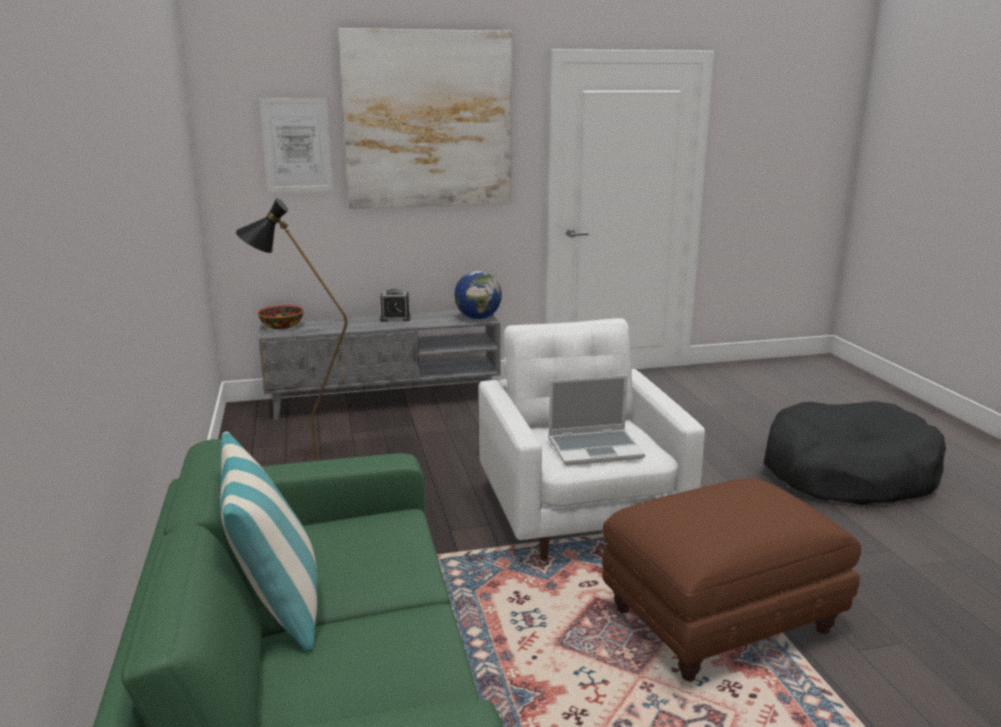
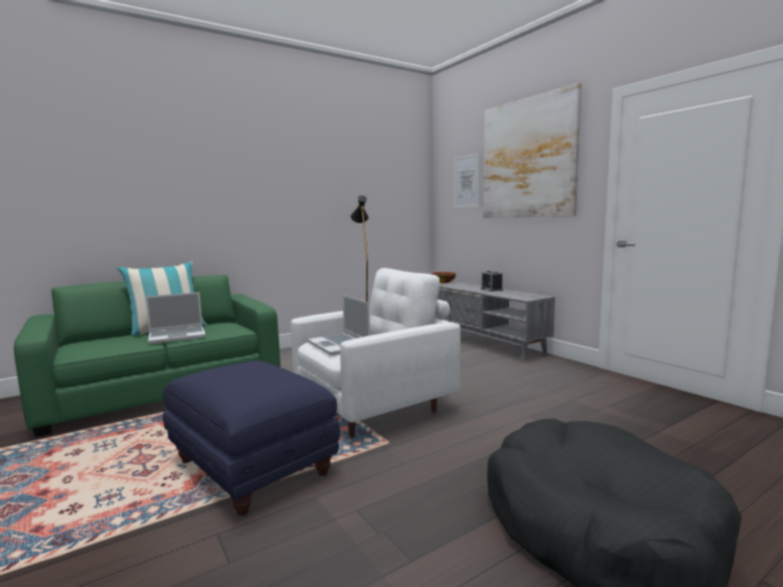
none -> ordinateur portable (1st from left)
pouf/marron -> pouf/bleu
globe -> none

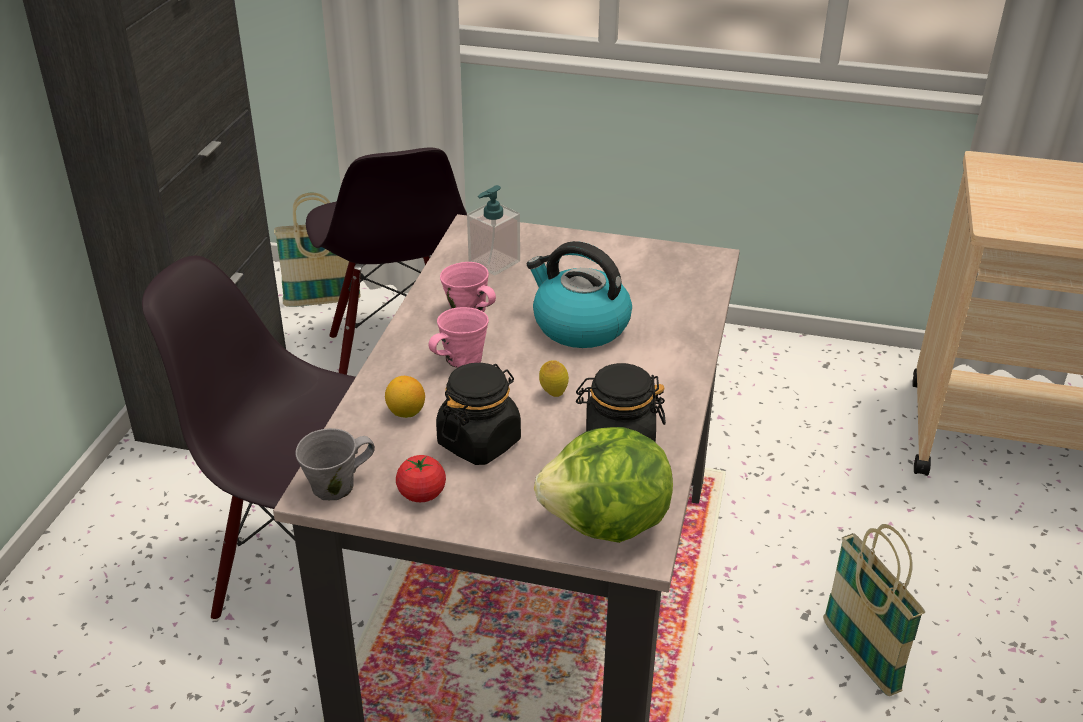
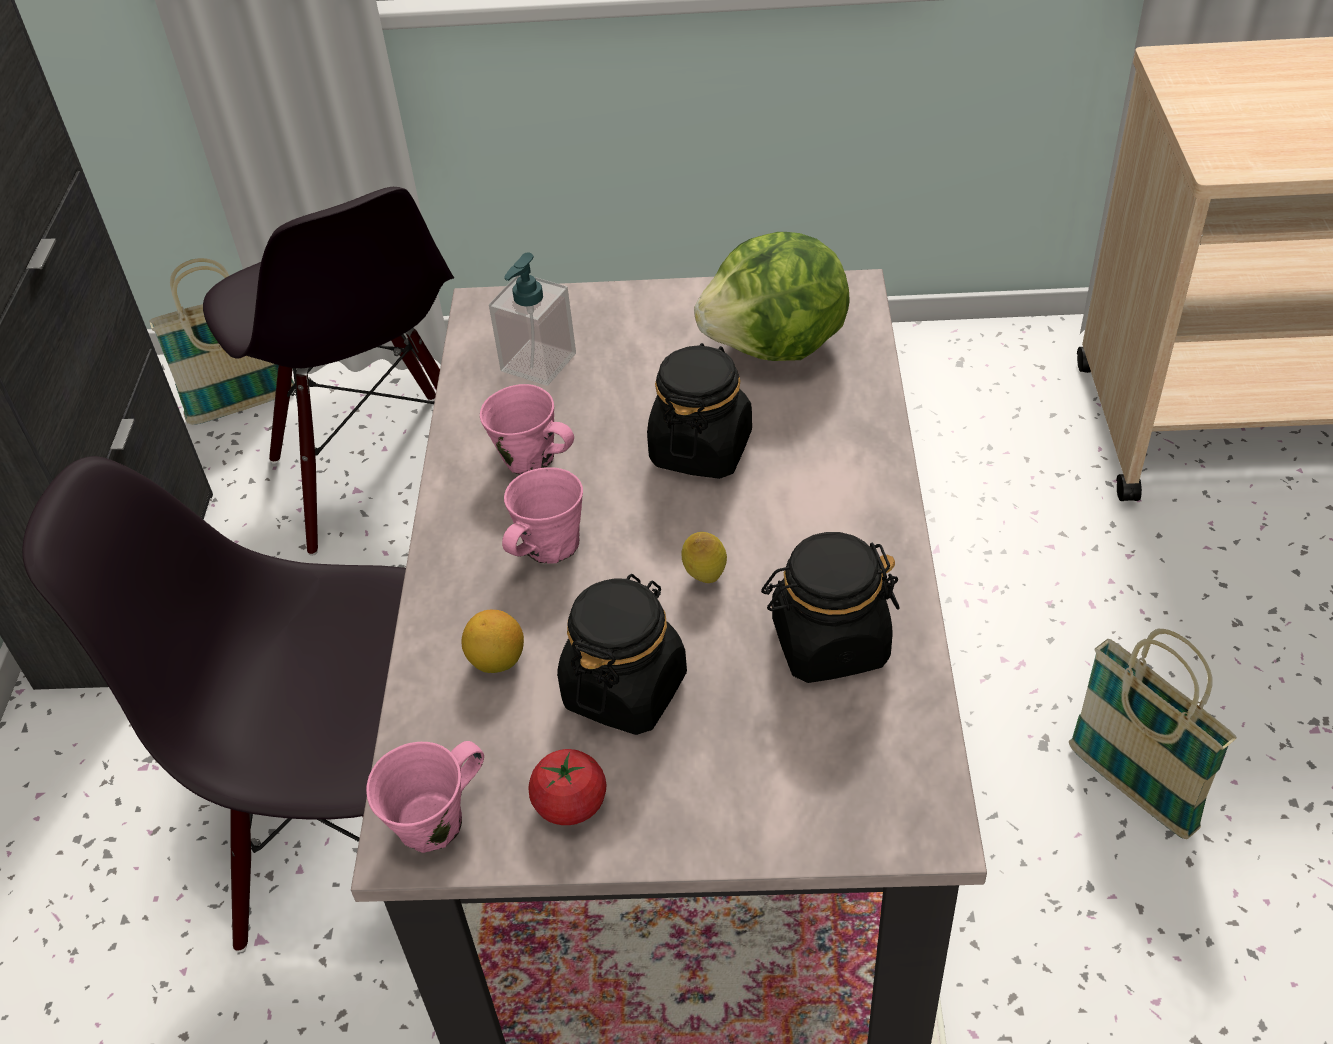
mug/gris -> mug/rose (1st from left)
bouilloire -> bocal/noir (2nd from left)
laitue, moved

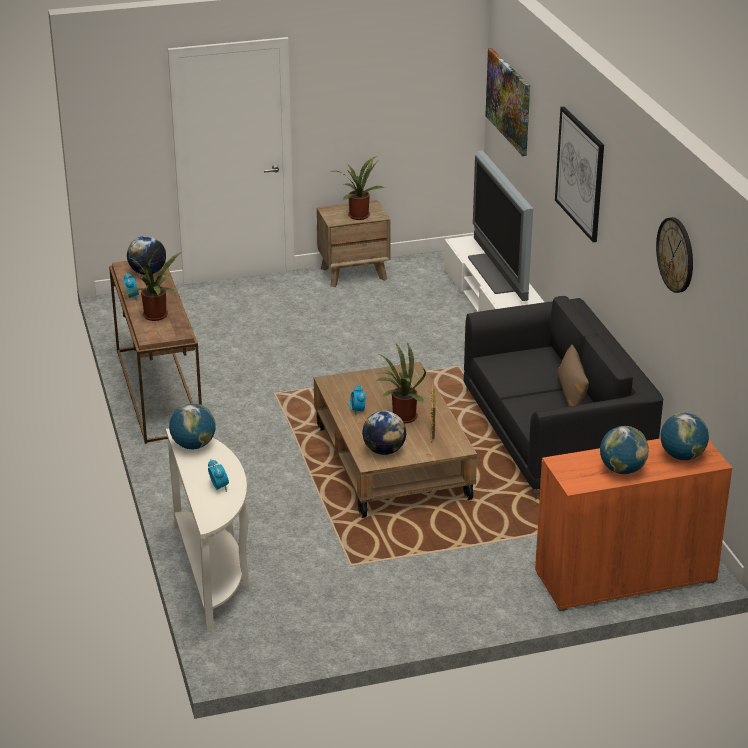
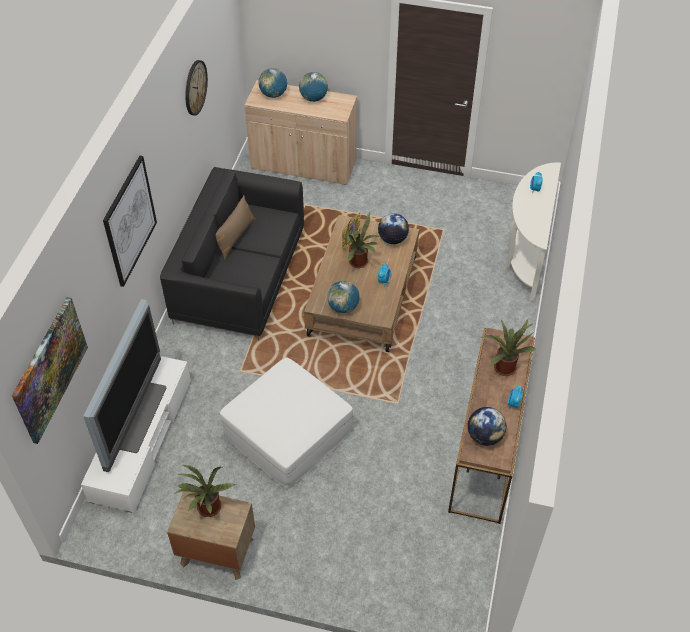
none -> pouf/blanc
meuble de rangement/orange -> meuble de rangement/beige
globe (2nd from left in the first image) -> globe (3rd from left), moved

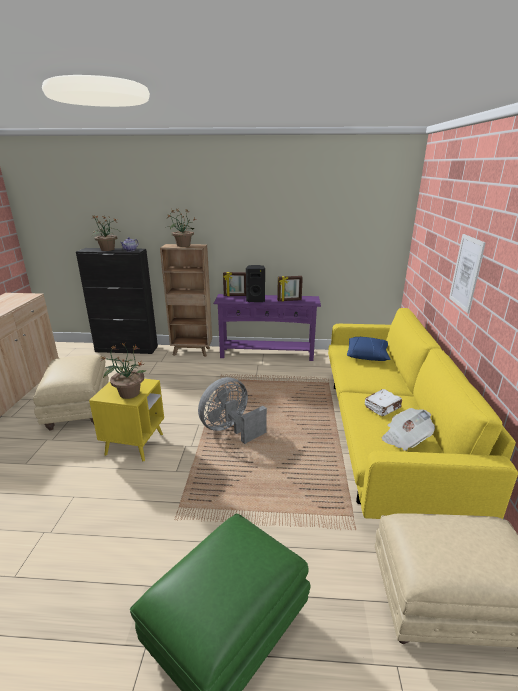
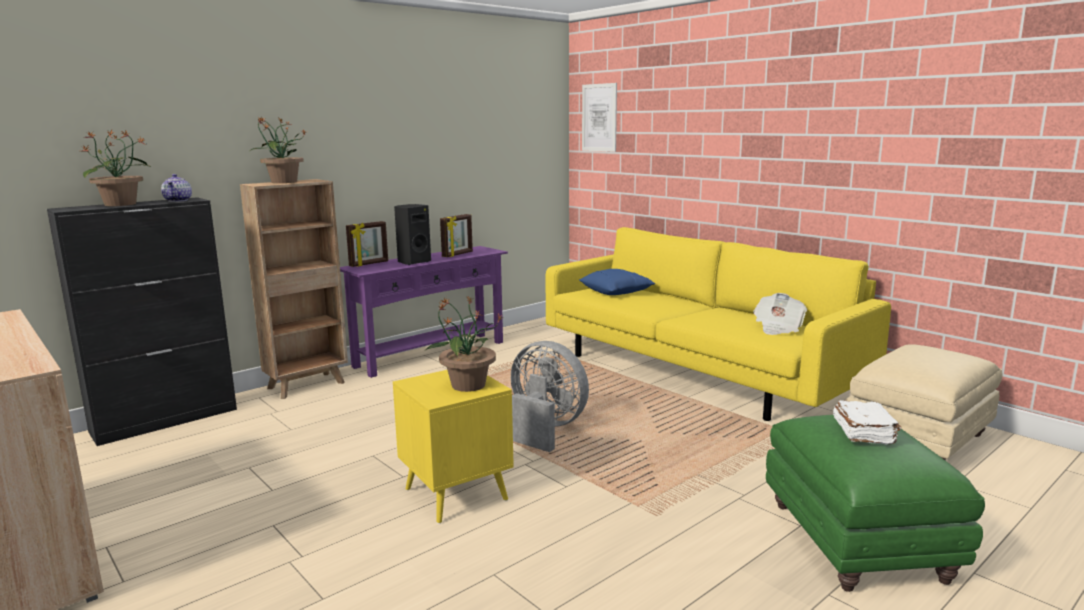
ventilateur/gris, 120 degrees clockwise
tableau, moved
livre/blanc, moved
pouf/beige (1st from left) -> none

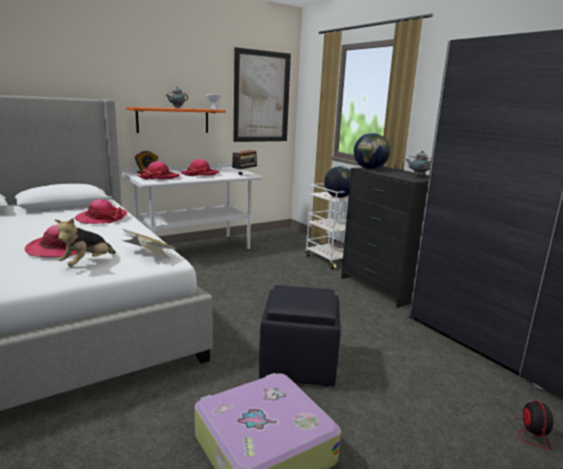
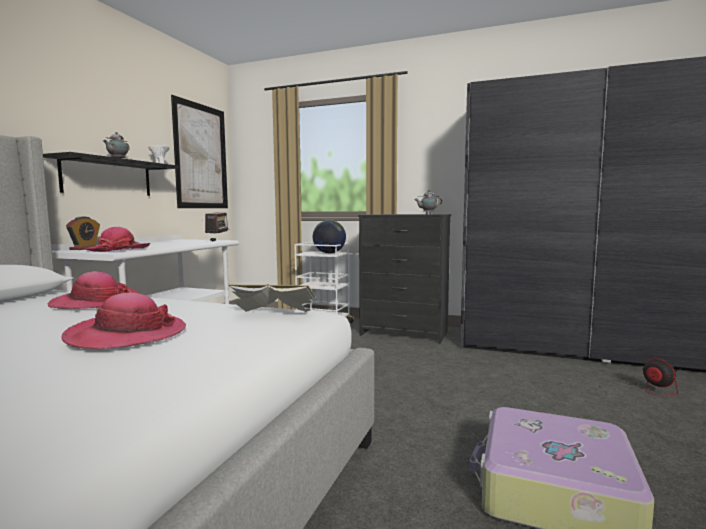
étagère/orange -> étagère/noir
peluche -> none
chapeau (4th from left) -> none
pouf/noir -> none
globe (2nd from left) -> none

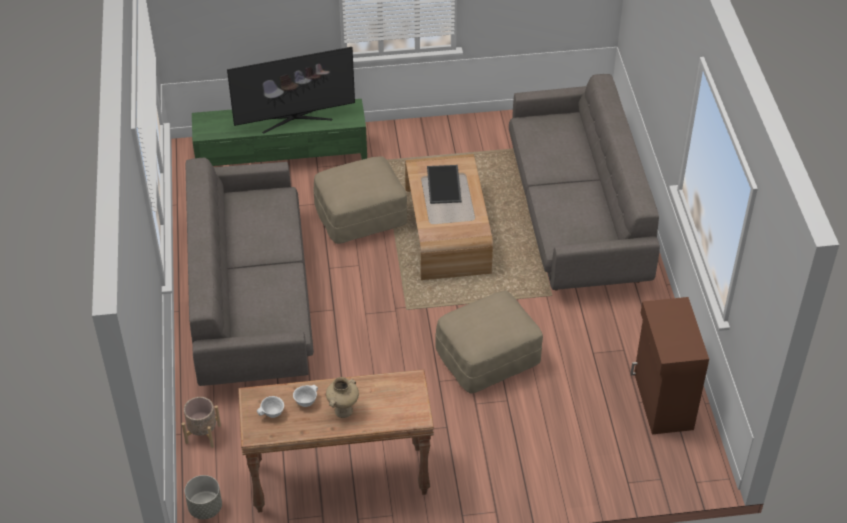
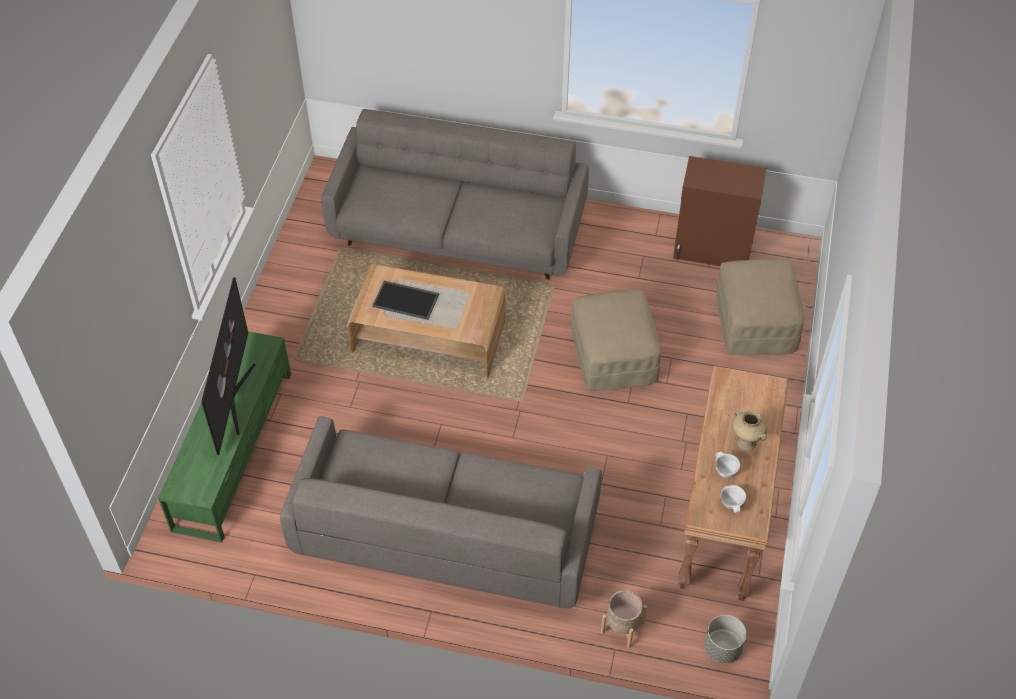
pouf/beige (1st from left in the first image) -> pouf/beige (2nd from left), moved

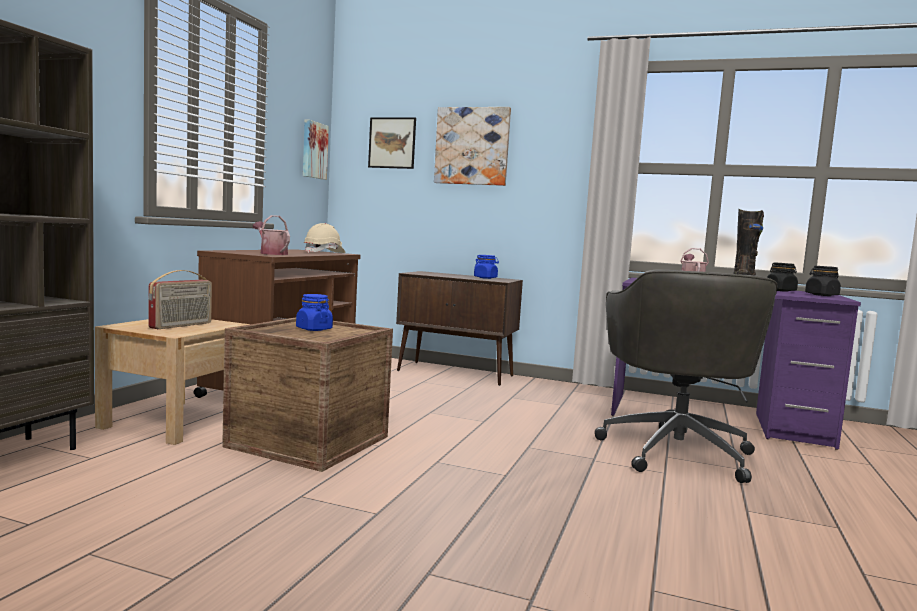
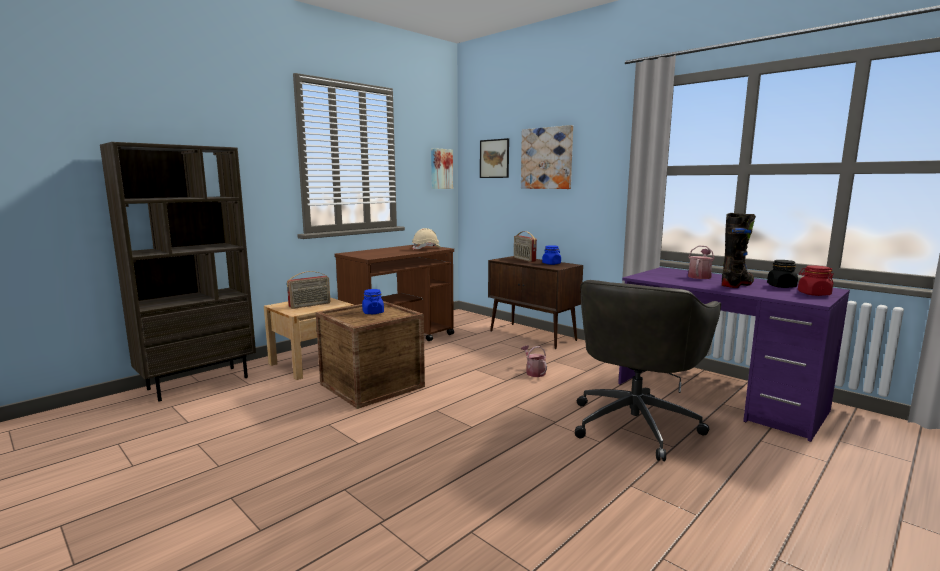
none -> radio (2nd from left)
arrosoir (1st from left), moved
bocal/noir (2nd from left) -> bocal/rouge

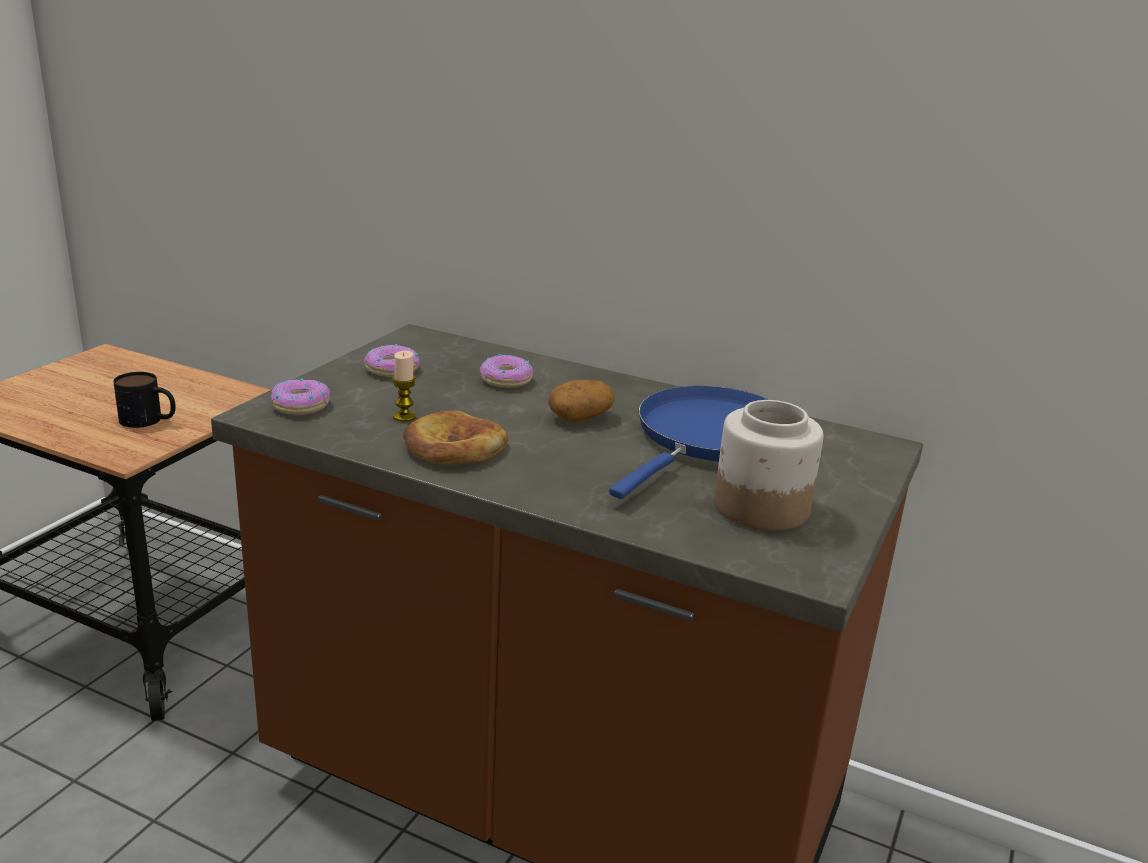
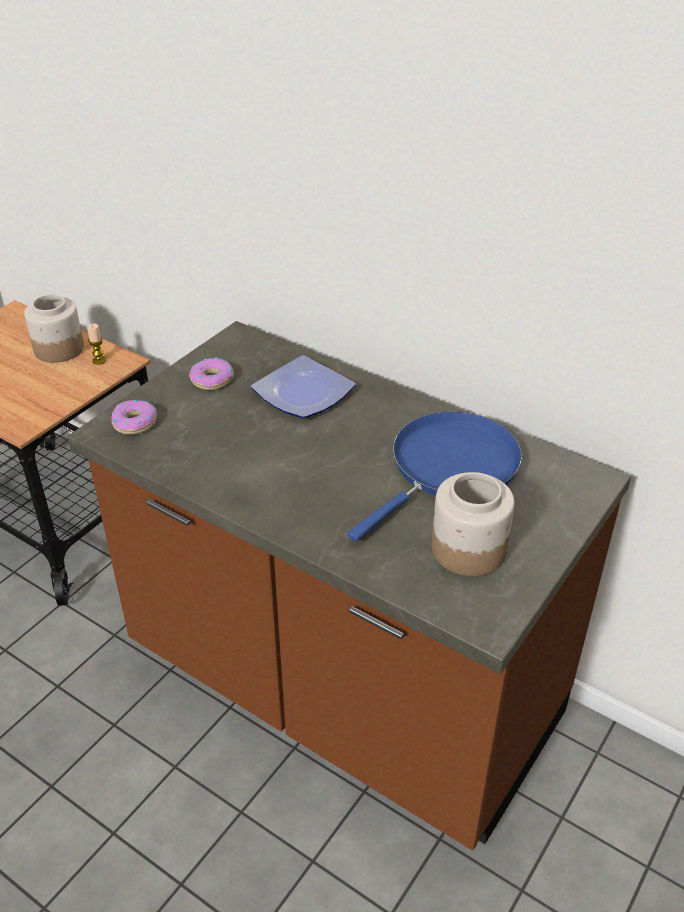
none -> bocal (1st from left)
bougie, moved
beignet (3rd from left) -> assiette
mug -> none
pain -> none
pomme de terre -> none

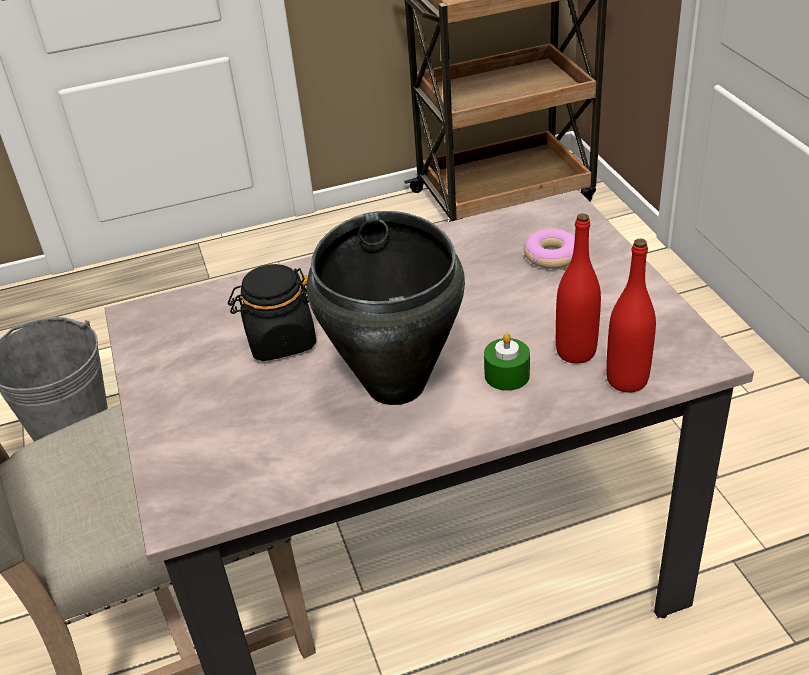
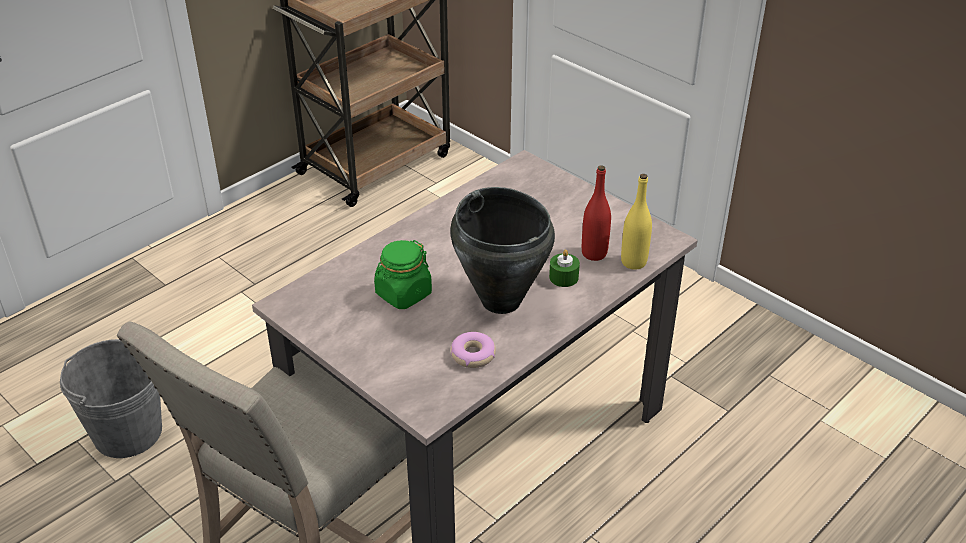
bocal/noir -> bocal/vert
beignet, moved
bouteille/rouge (2nd from left) -> bouteille/jaune

